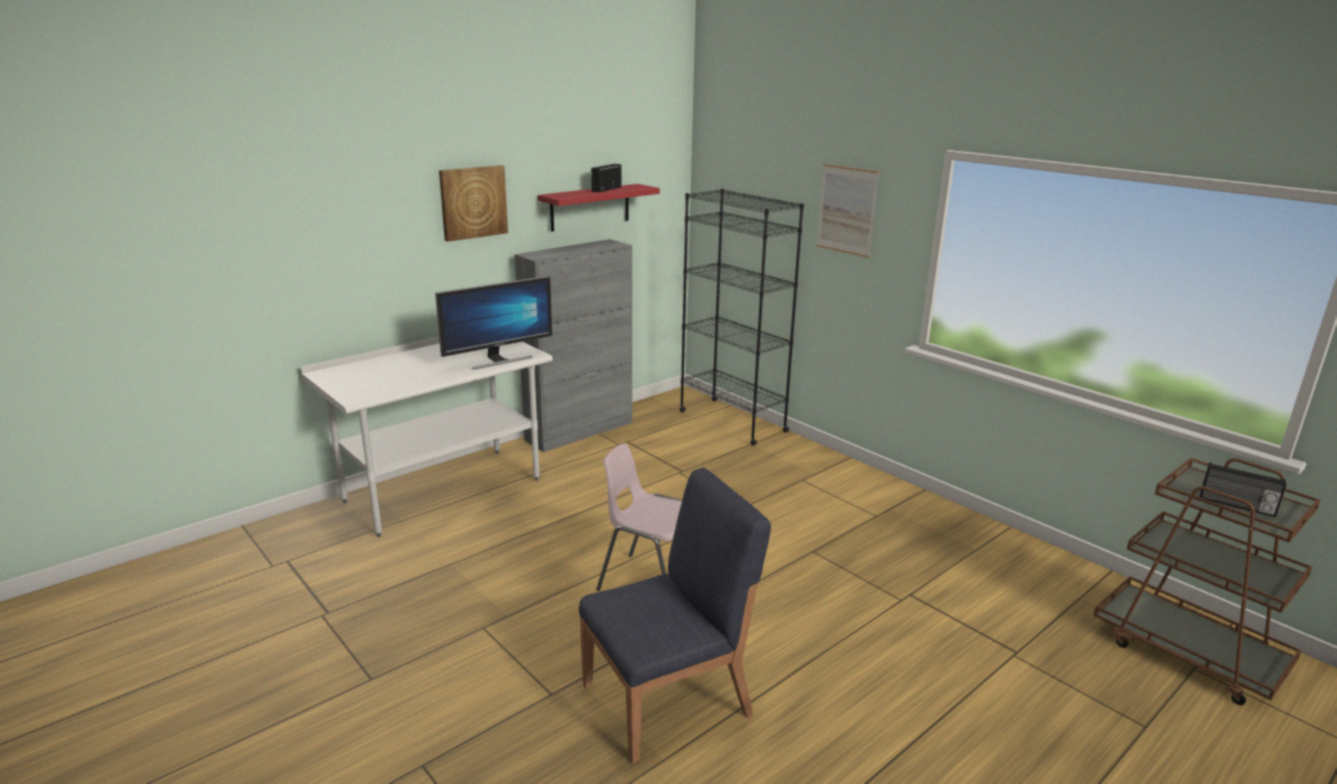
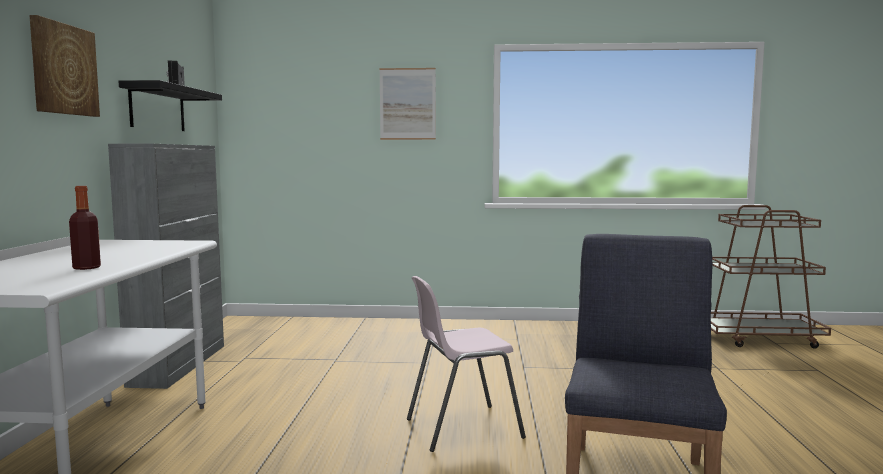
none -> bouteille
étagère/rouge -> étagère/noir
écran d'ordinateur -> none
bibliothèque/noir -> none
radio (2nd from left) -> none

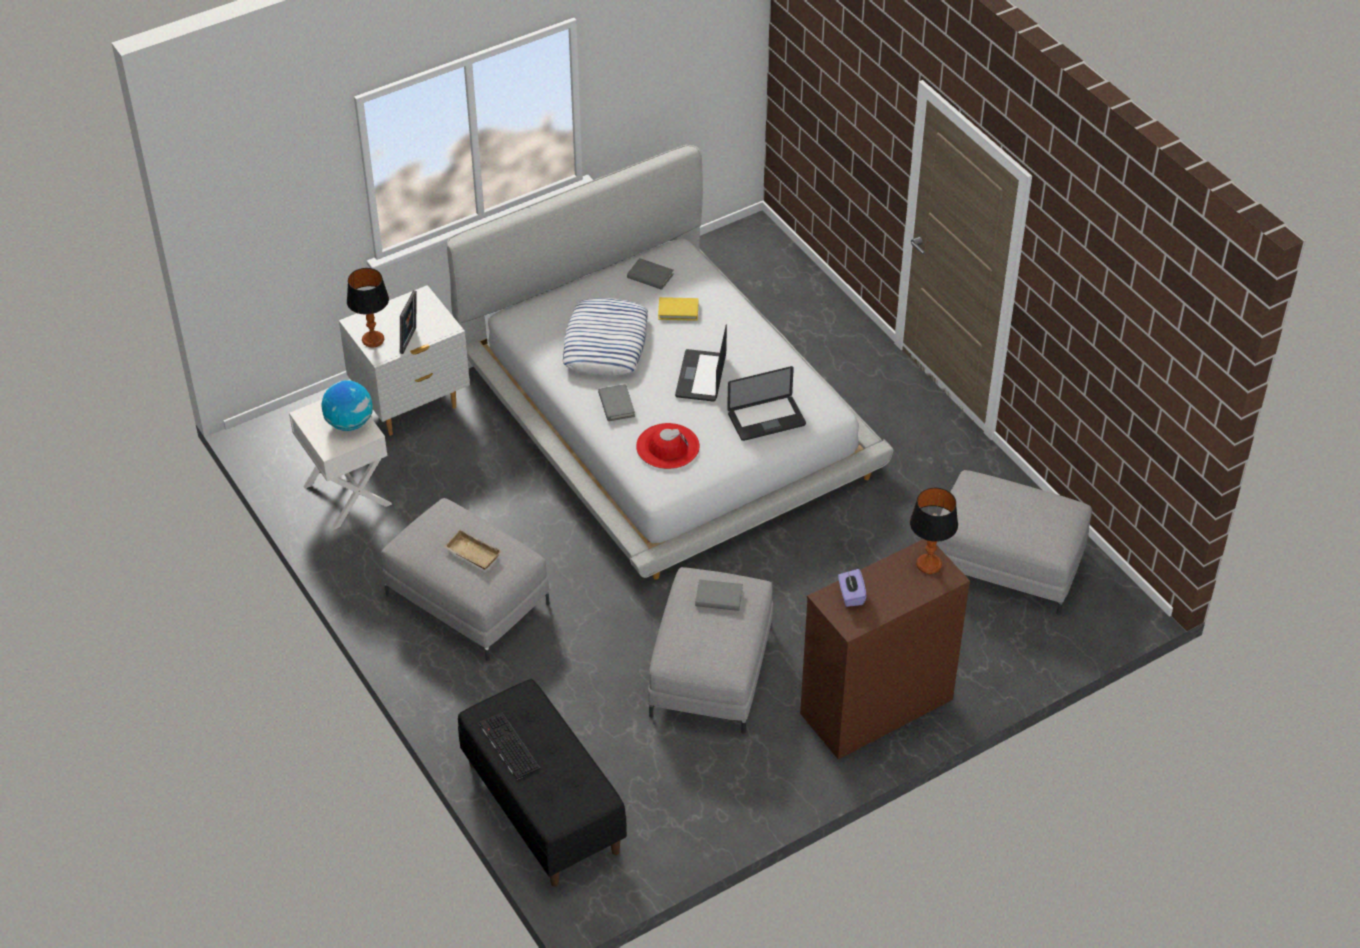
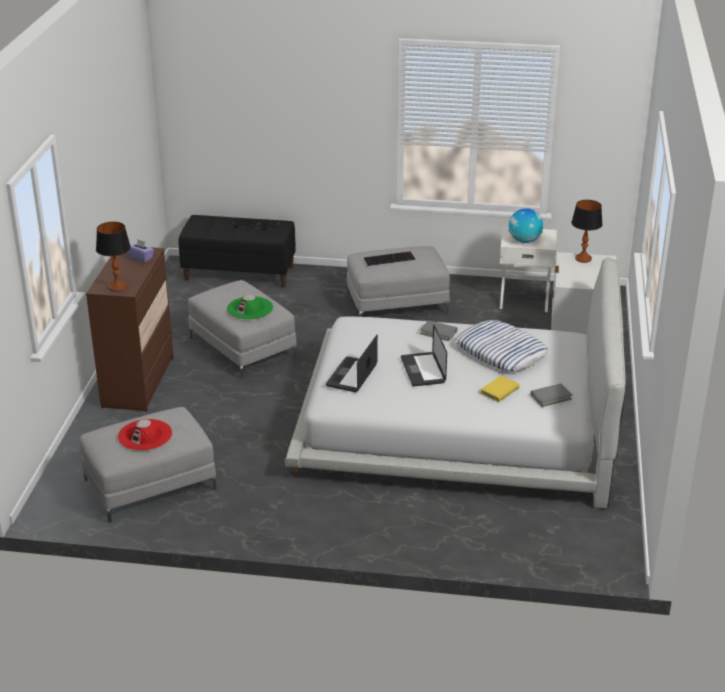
chapeau/rouge, moved
livre/gris (3rd from left) -> chapeau/vert
plateau/beige -> clavier (2nd from left)
ordinateur portable (1st from left in the first image) -> ordinateur portable (2nd from left), 150 degrees counterclockwise
cadre photo -> none

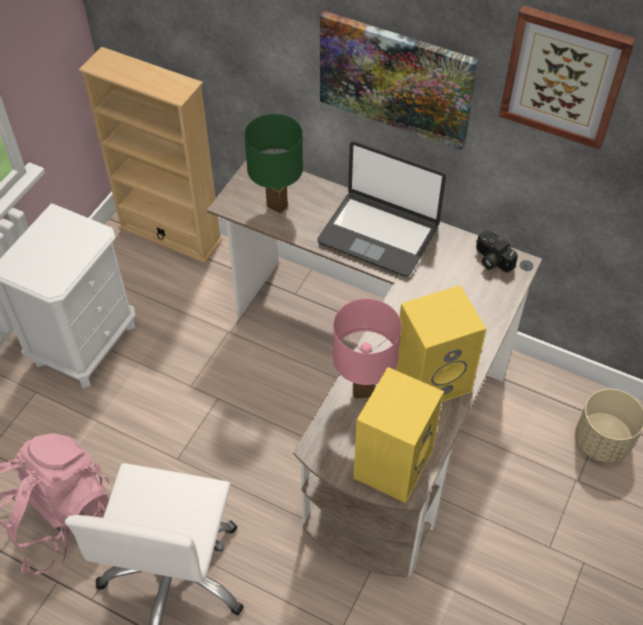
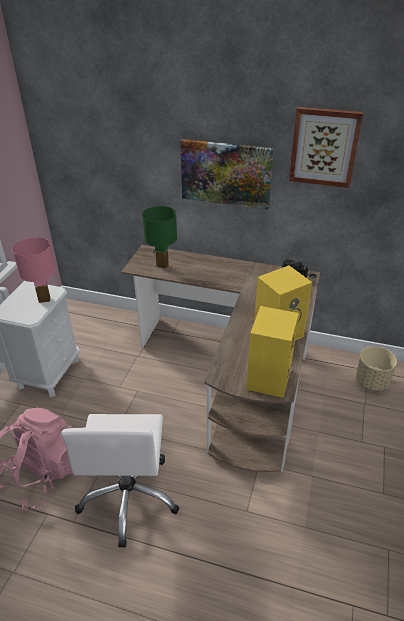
lampe de table/rose, moved
bibliothèque/beige -> none
ordinateur portable -> none

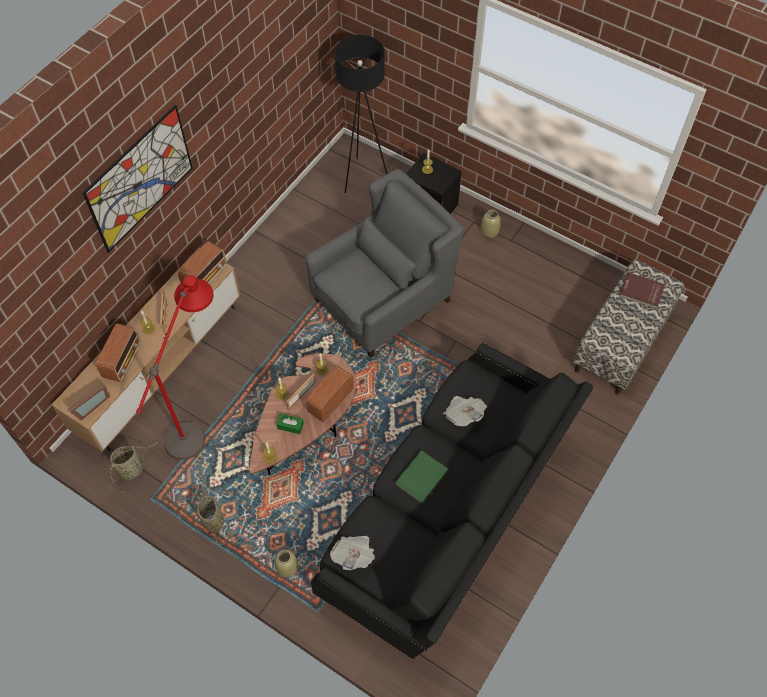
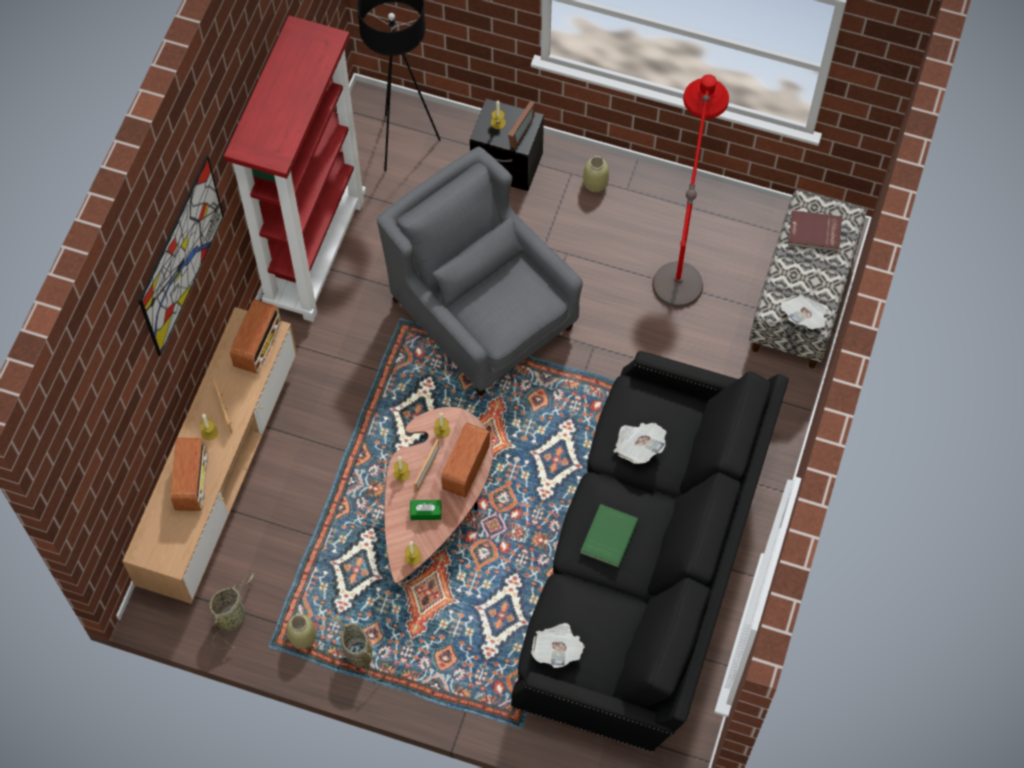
none -> bibliothèque/rouge
vase/beige (1st from left), moved
fauteuil/gris, 75 degrees counterclockwise
cadre photo (1st from left in the first image) -> cadre photo (3rd from left), moved
lampadaire/rouge, moved
none -> journal (3rd from left)

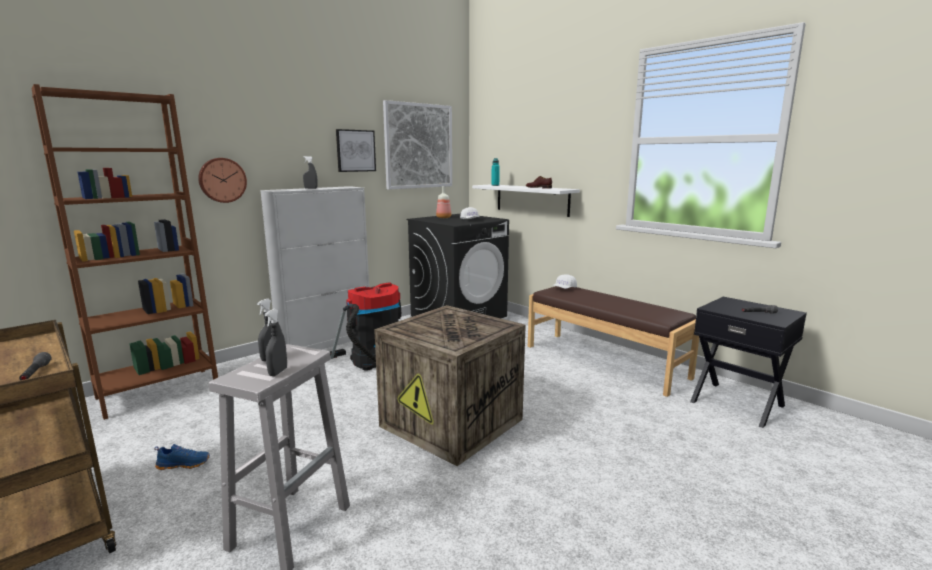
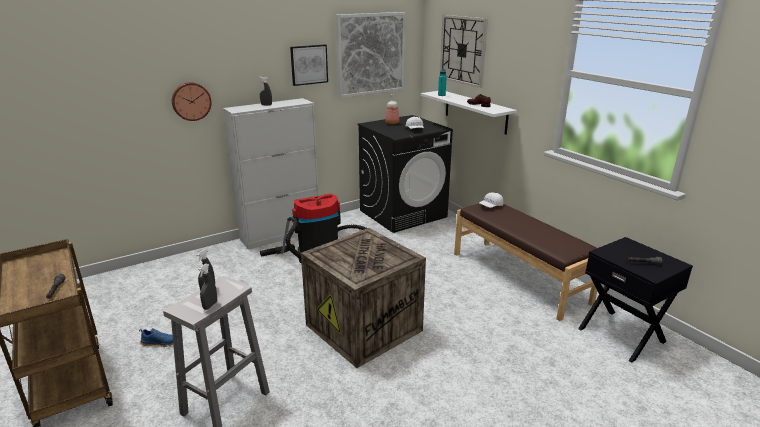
none -> horloge murale (2nd from left)
bibliothèque/marron -> none

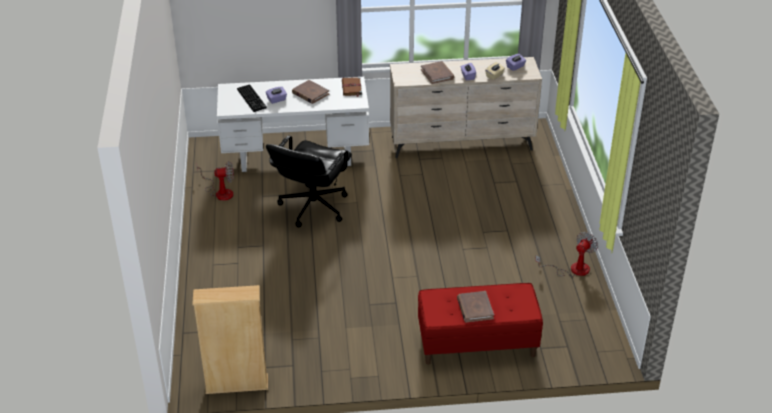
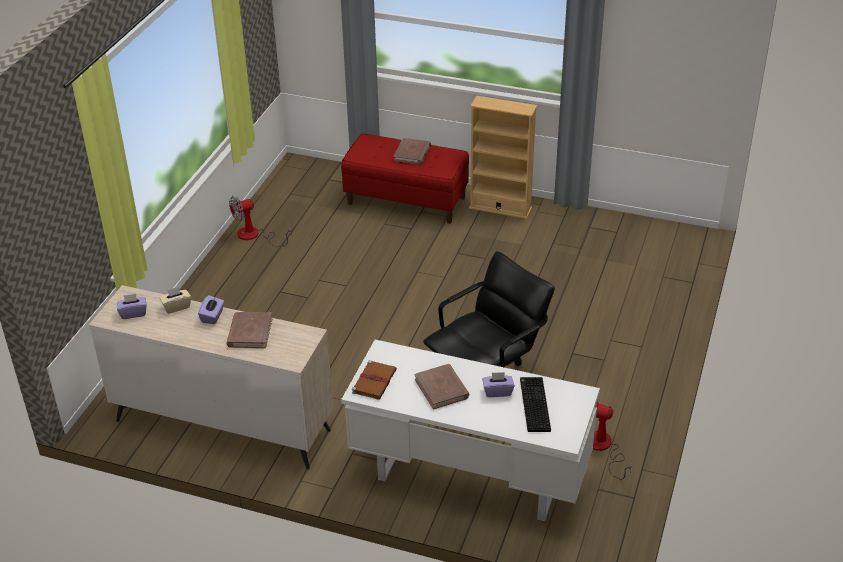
bibliothèque/beige, moved

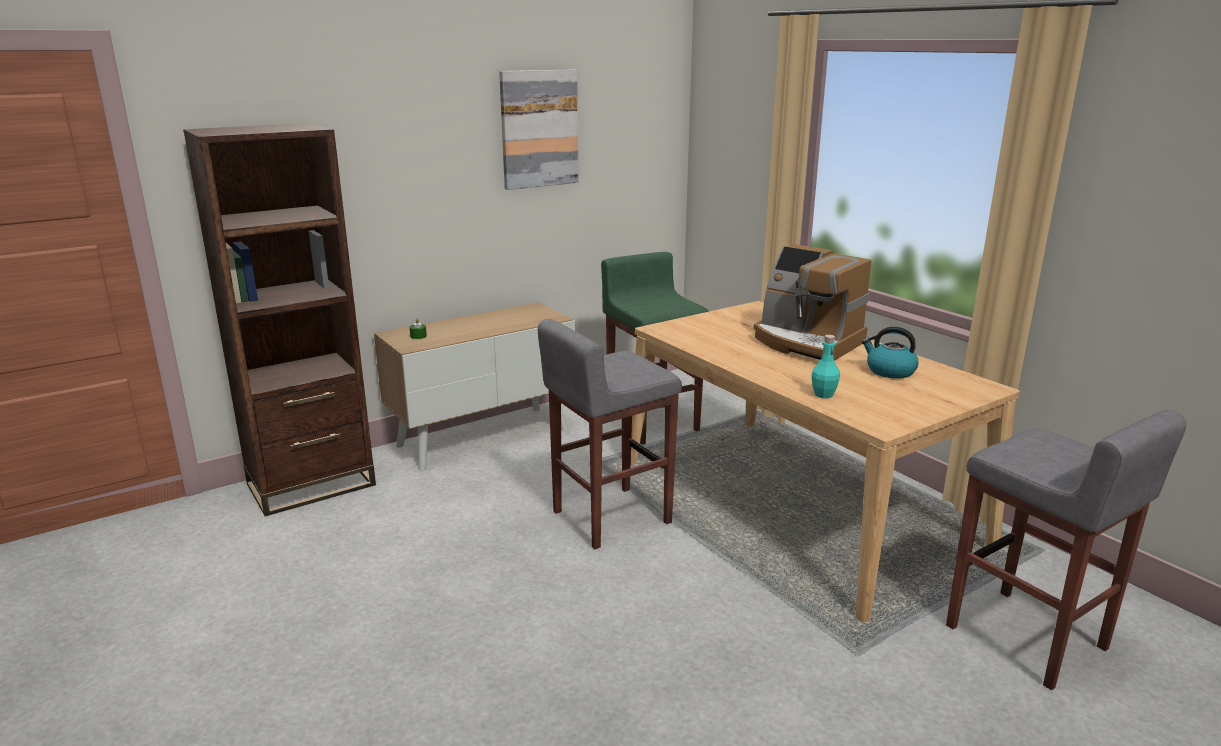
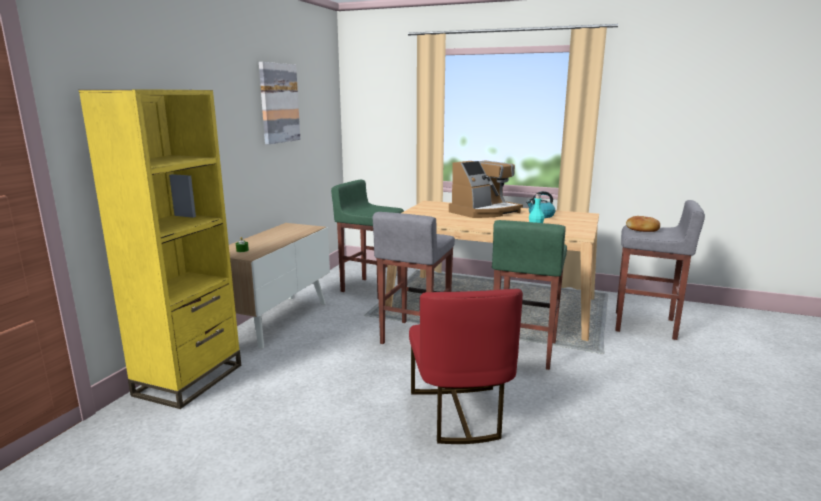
bibliothèque/marron -> bibliothèque/jaune
none -> chaise/rouge
machine à café, 45 degrees counterclockwise
none -> tabouret/vert (2nd from left)
none -> pain

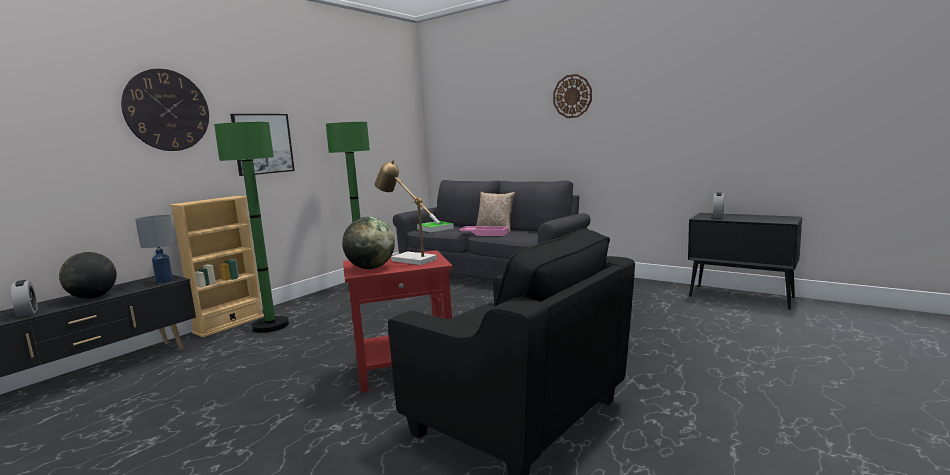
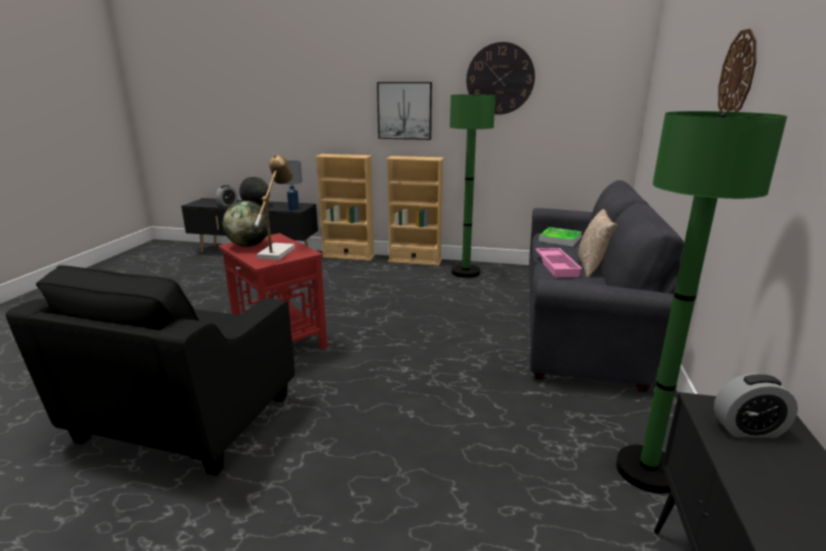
none -> bibliothèque/beige (2nd from left)
horloge murale (1st from left), moved
lampadaire/vert (1st from left in the first image) -> lampadaire/vert (2nd from left), moved

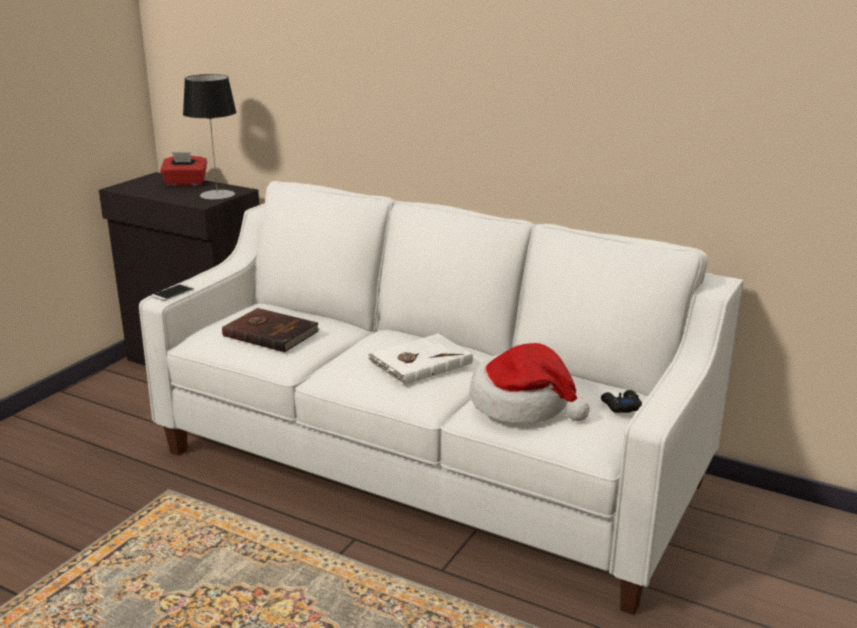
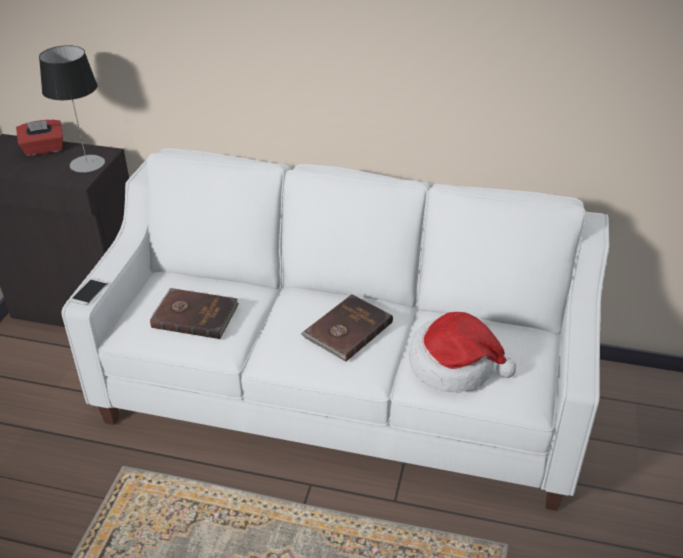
livre/blanc -> livre/marron (2nd from left)
manette/noir -> none

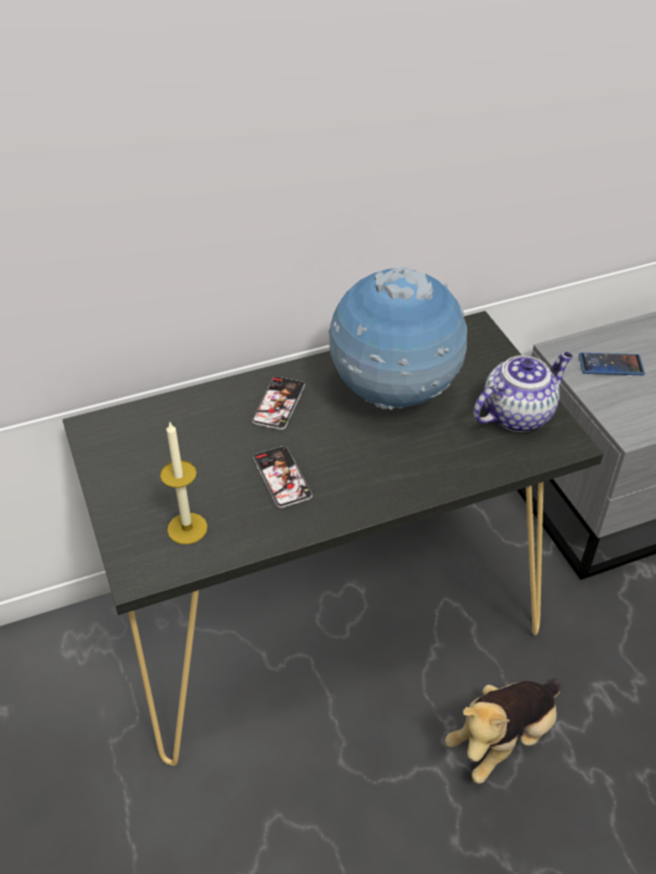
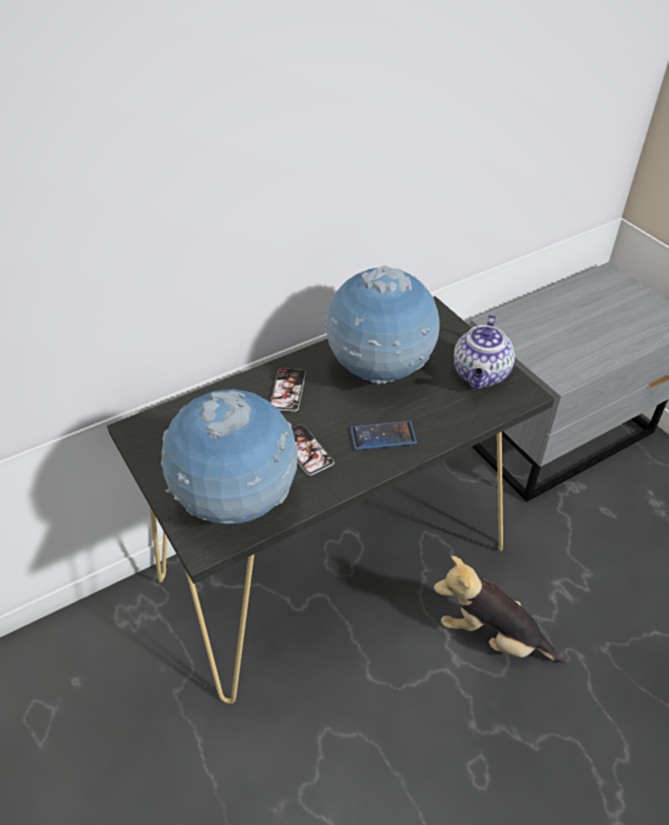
bougie -> globe (1st from left)
téléphone (3rd from left), moved
peluche, 75 degrees clockwise
théière, 150 degrees clockwise

